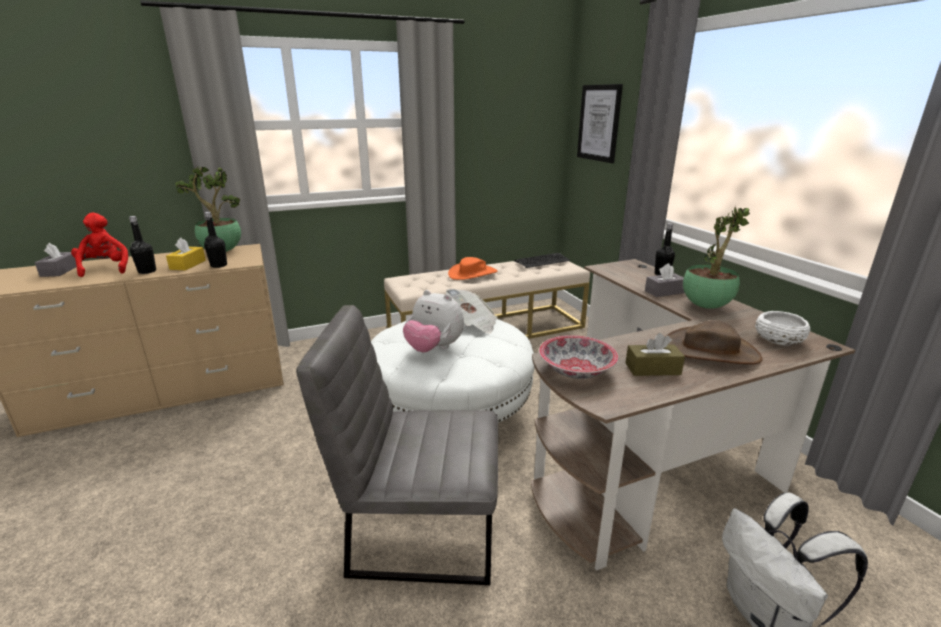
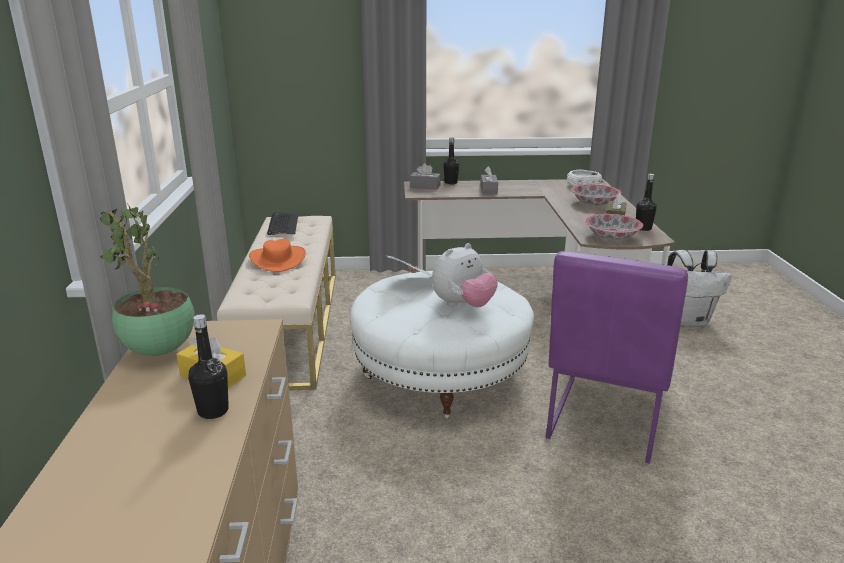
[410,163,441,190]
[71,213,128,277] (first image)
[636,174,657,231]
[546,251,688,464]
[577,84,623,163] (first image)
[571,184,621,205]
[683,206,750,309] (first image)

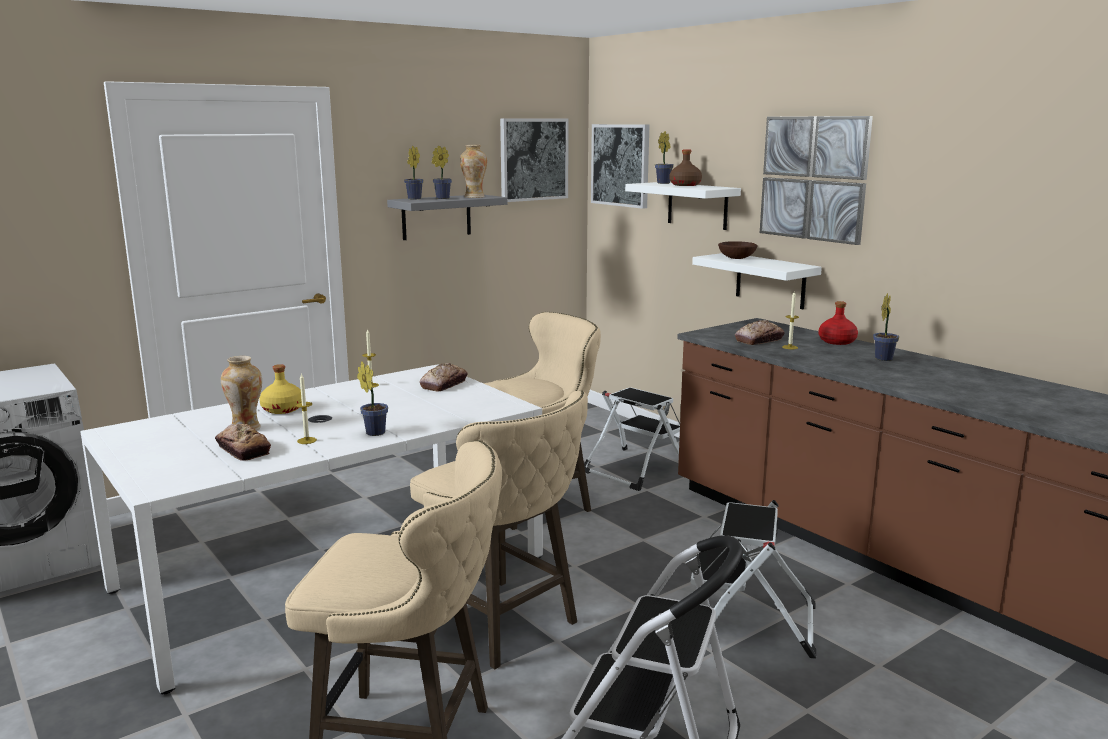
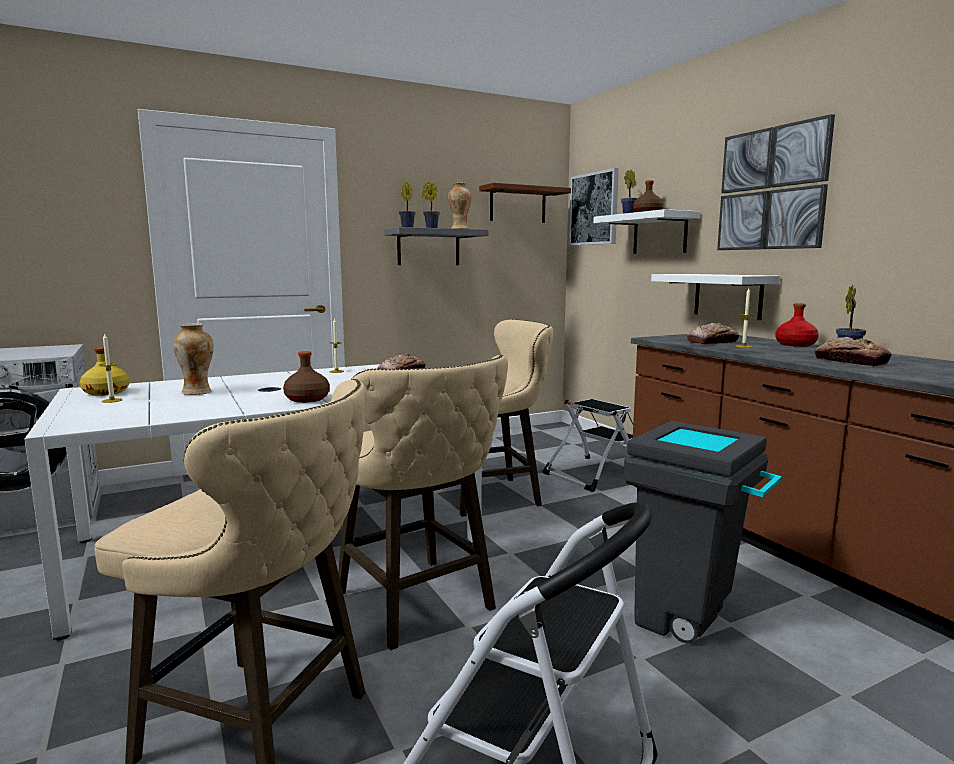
[814,337,892,367]
[80,347,130,396]
[99,333,122,403]
[283,351,330,403]
[479,183,571,223]
[624,421,782,643]
[718,241,758,259] (first image)

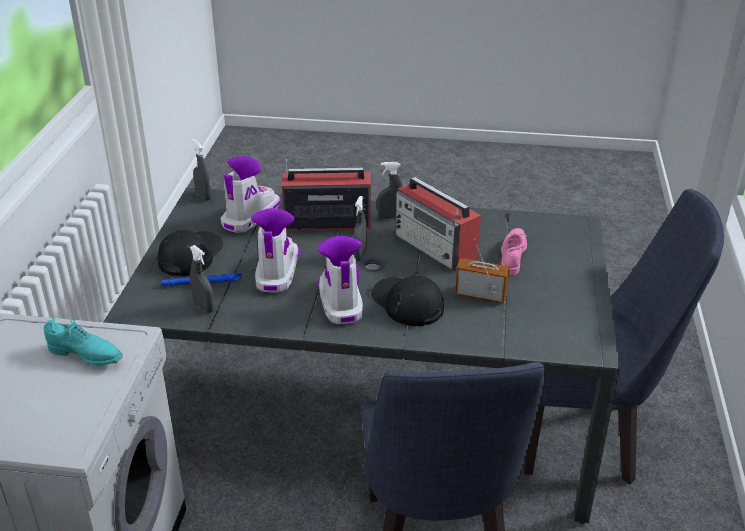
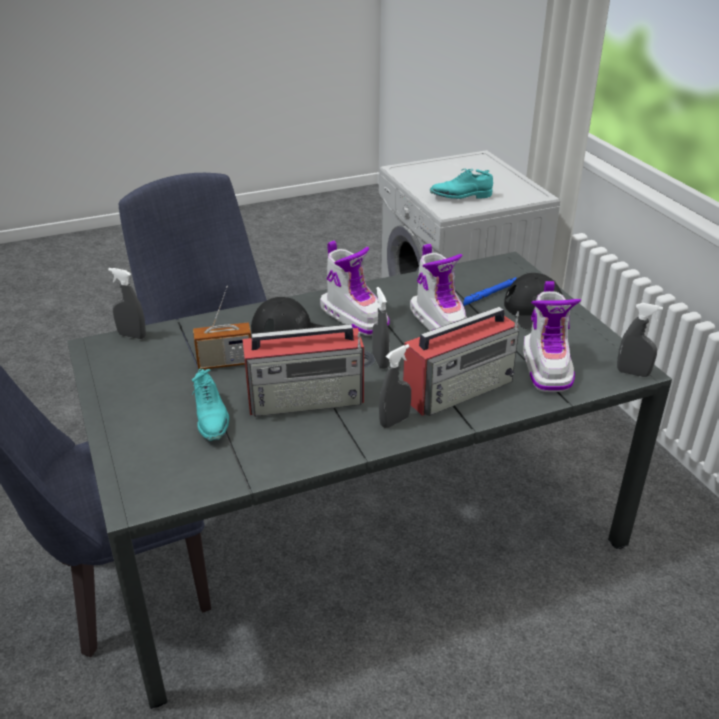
[108,268,146,339]
[242,324,364,417]
[192,369,229,441]

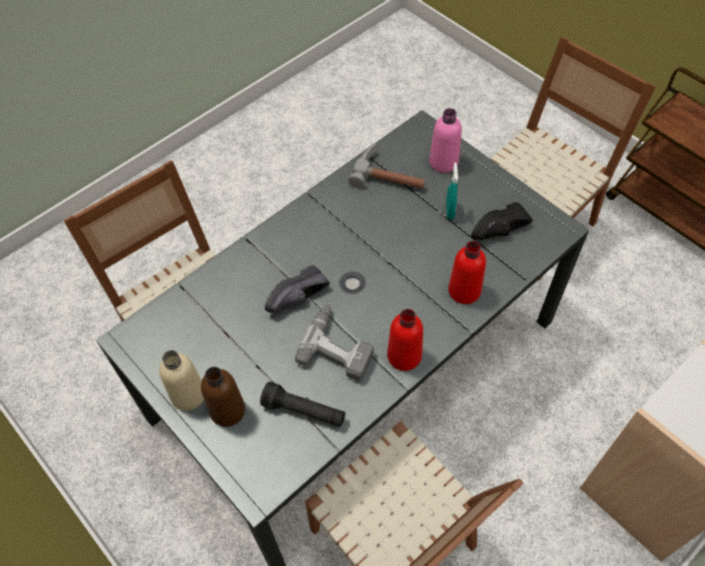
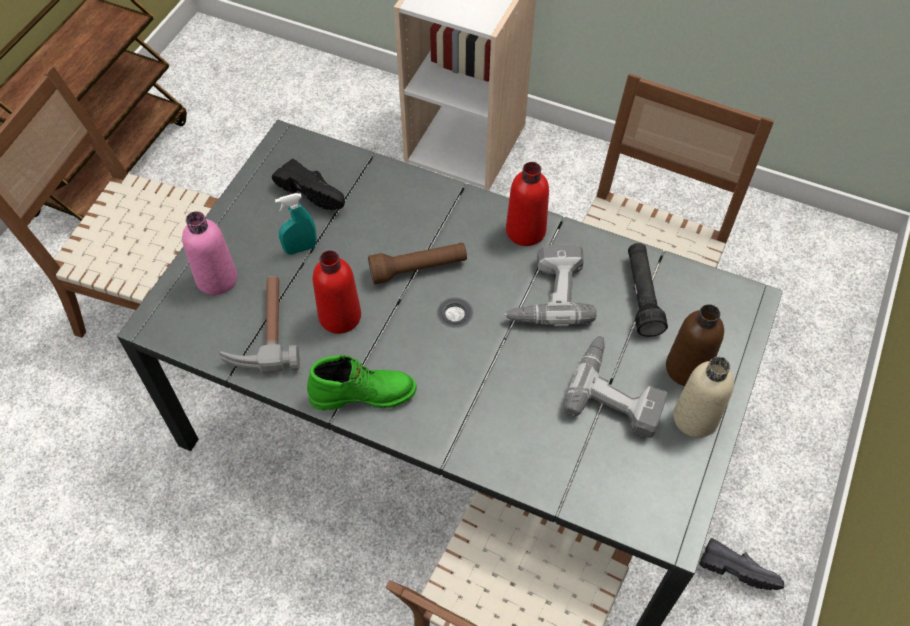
[699,538,784,590]
[313,250,361,334]
[307,355,417,411]
[368,243,467,284]
[564,335,667,438]

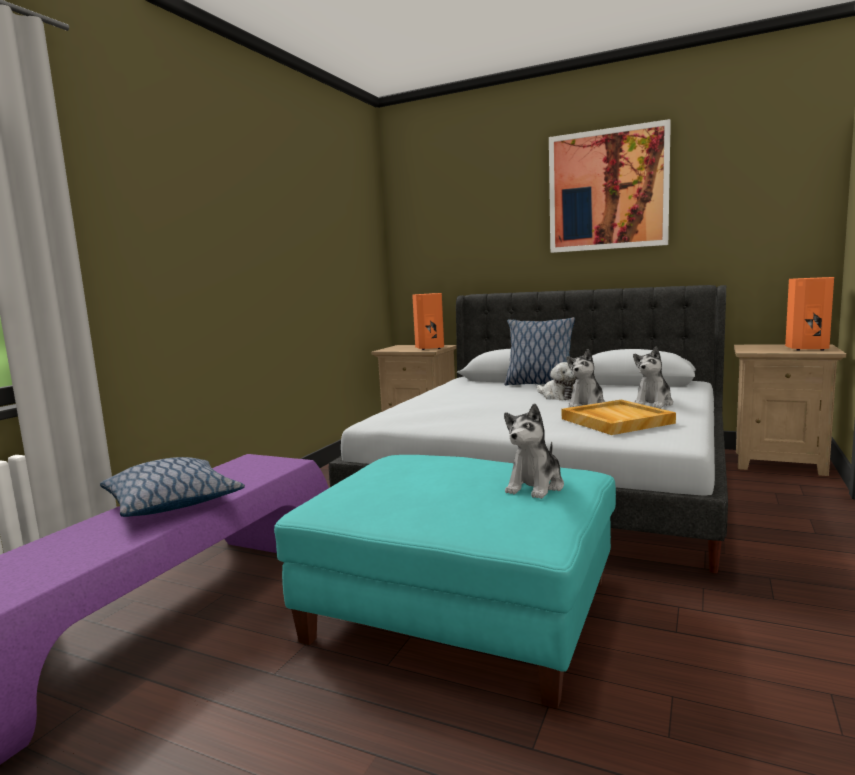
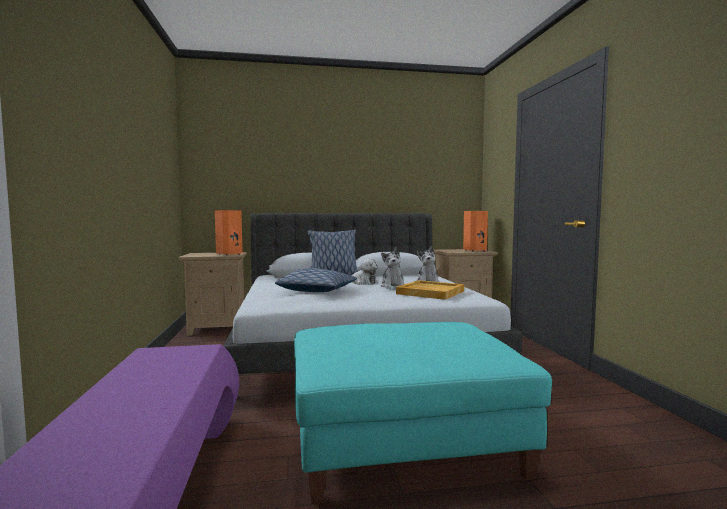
[275,268,357,292]
[504,404,564,499] (first image)
[549,119,671,253] (first image)

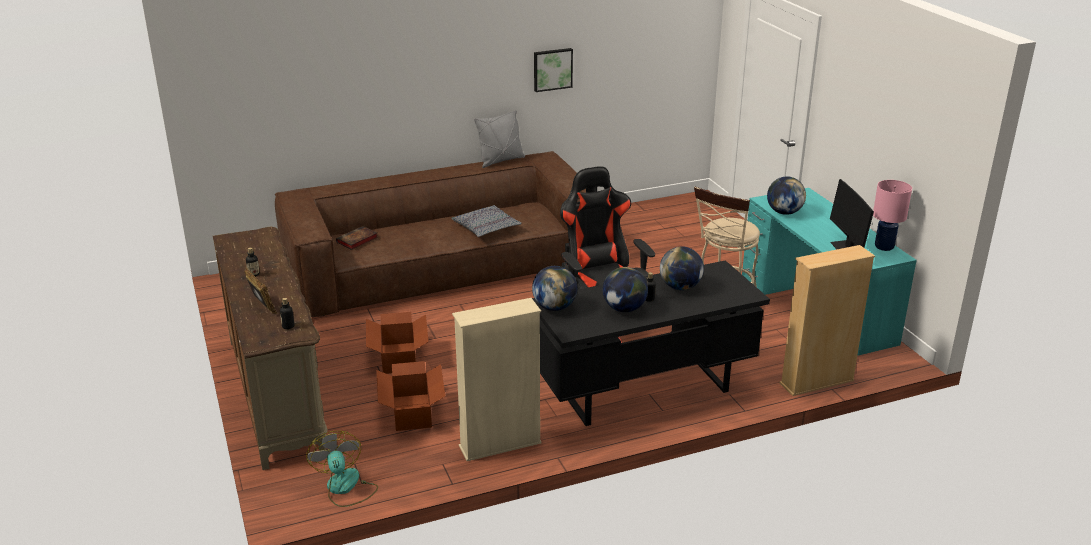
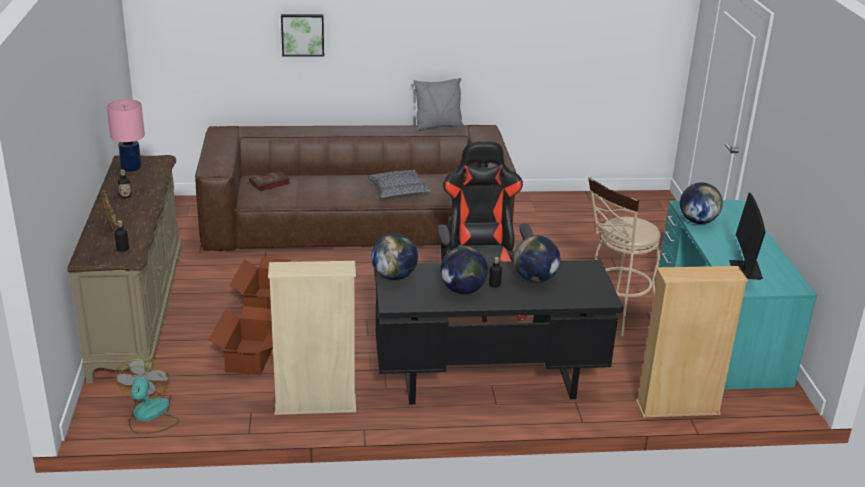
[281,14,324,57]
[107,99,145,172]

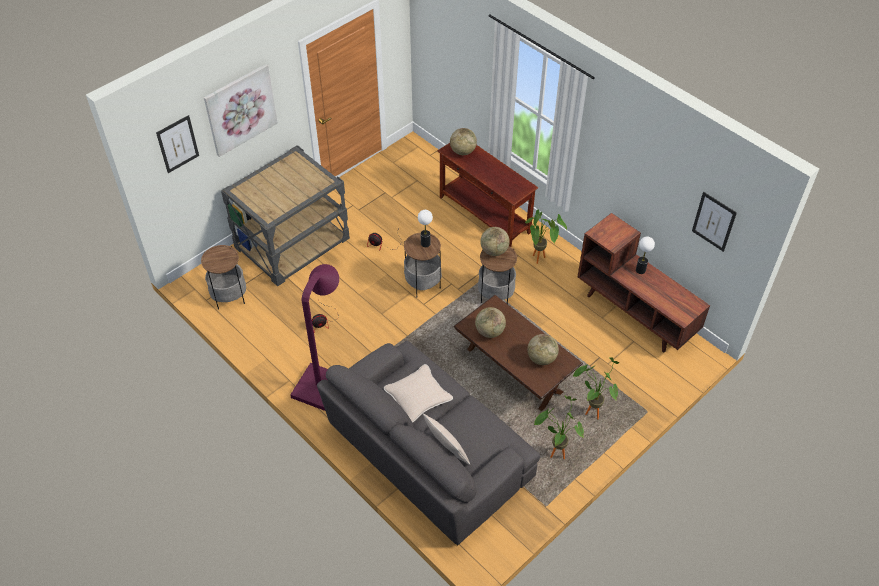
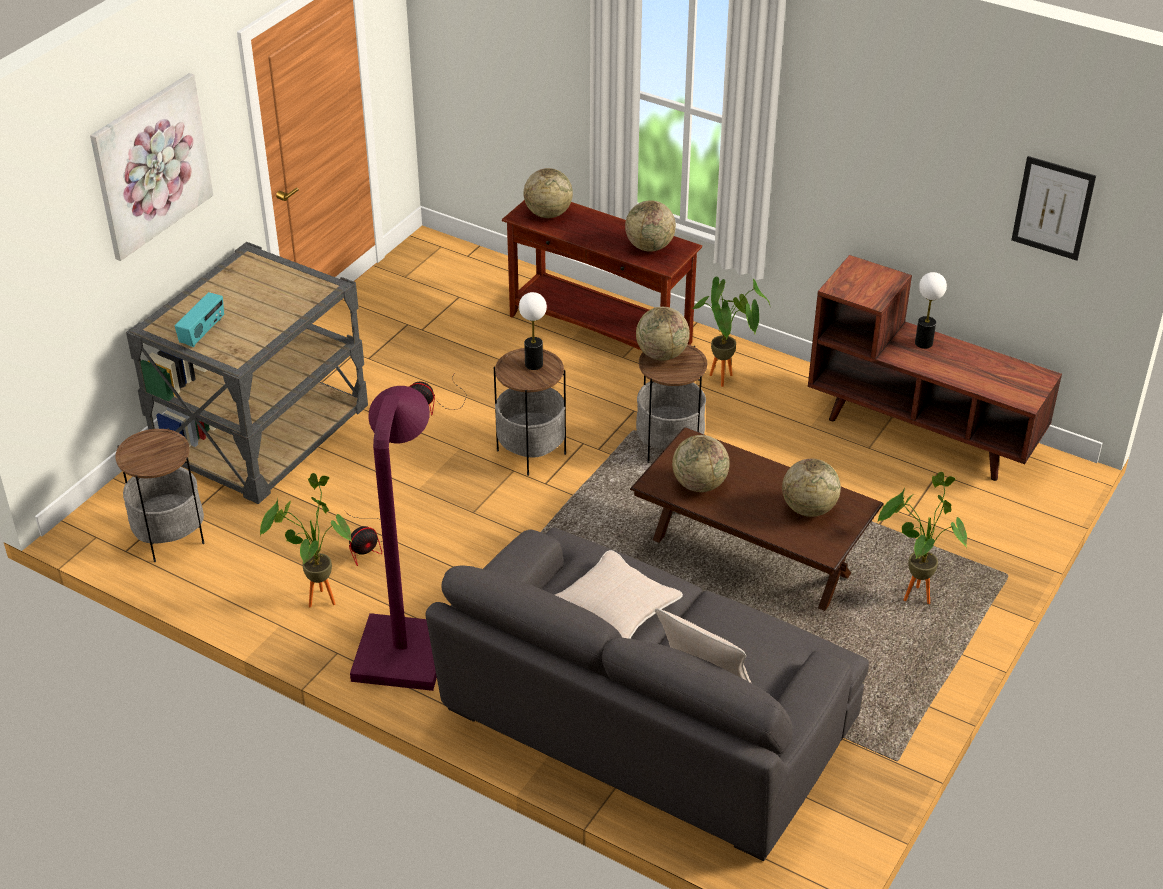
[156,115,199,173] (first image)
[260,473,352,607]
[175,292,224,348]
[625,200,676,252]

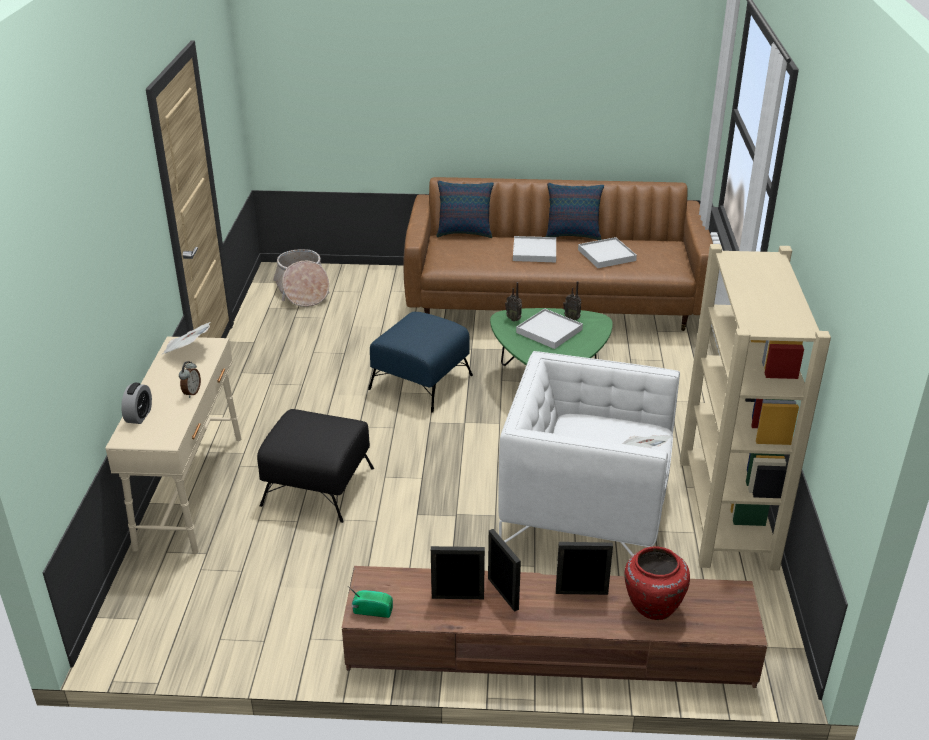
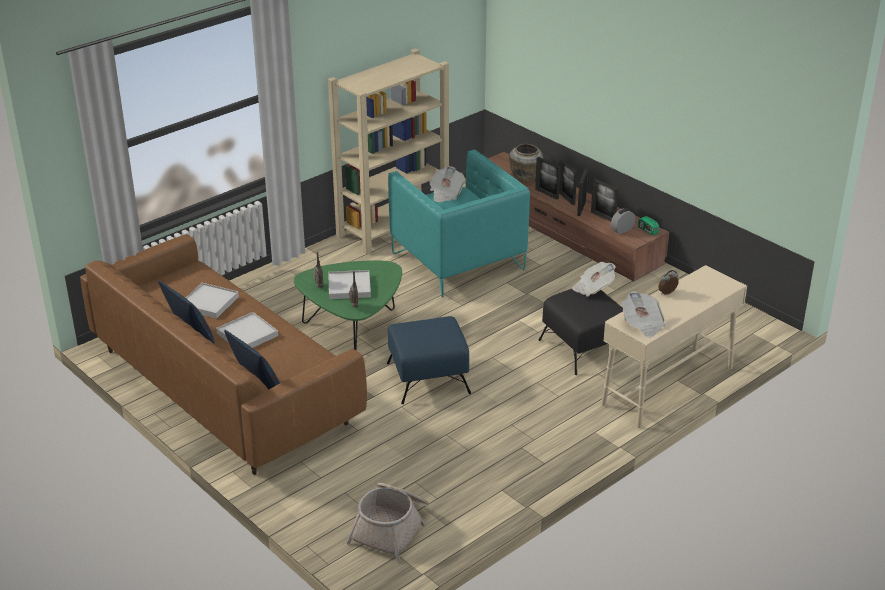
[611,208,635,234]
[388,149,530,297]
[509,144,544,182]
[559,160,577,205]
[572,262,616,297]

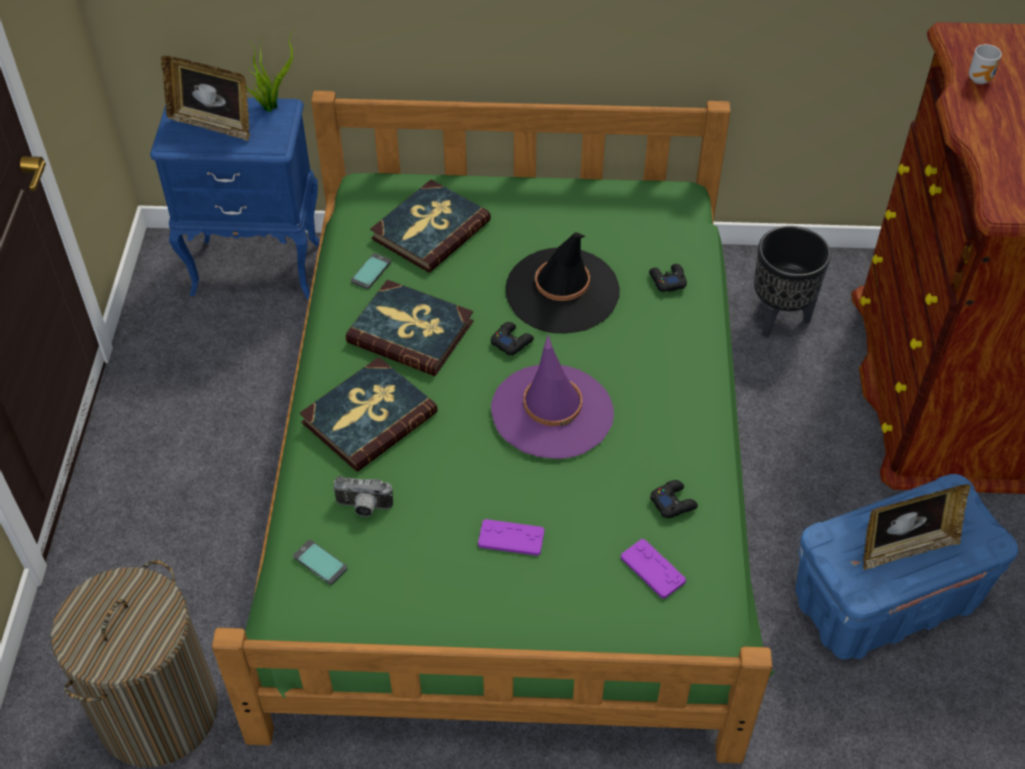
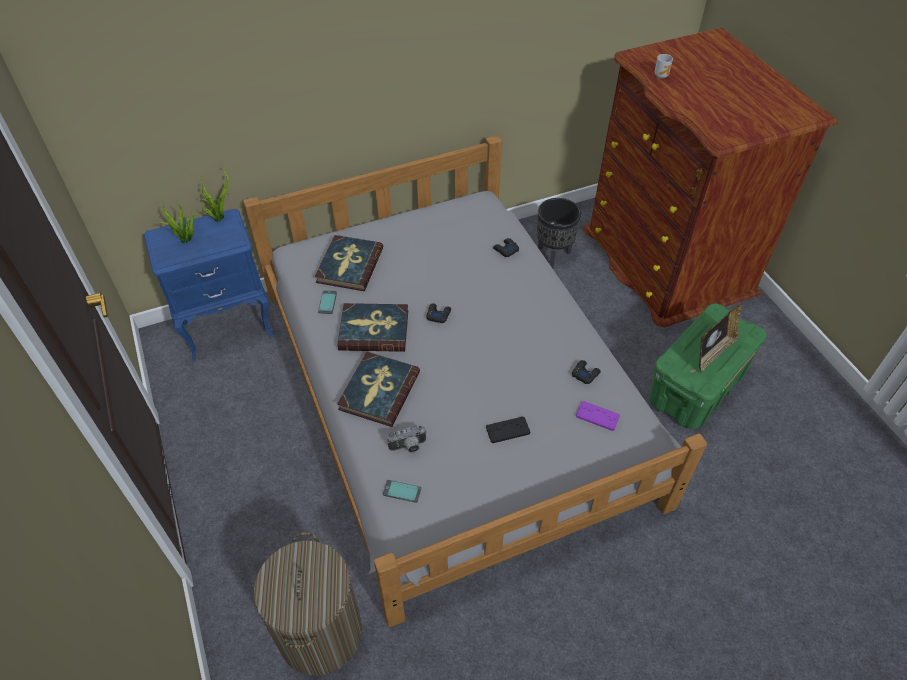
[153,196,199,243]
[243,135,707,627]
[486,417,530,443]
[491,334,614,459] (first image)
[506,232,620,333] (first image)
[649,304,766,429]

